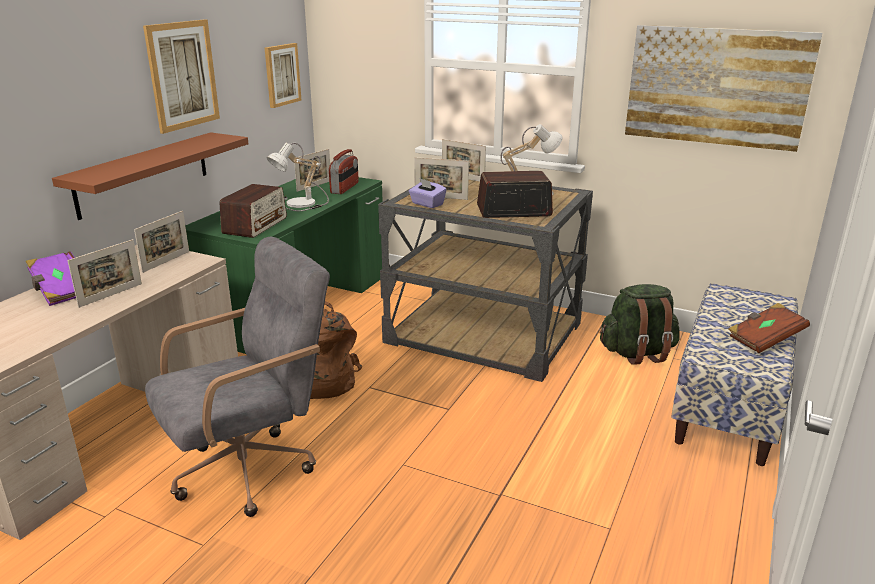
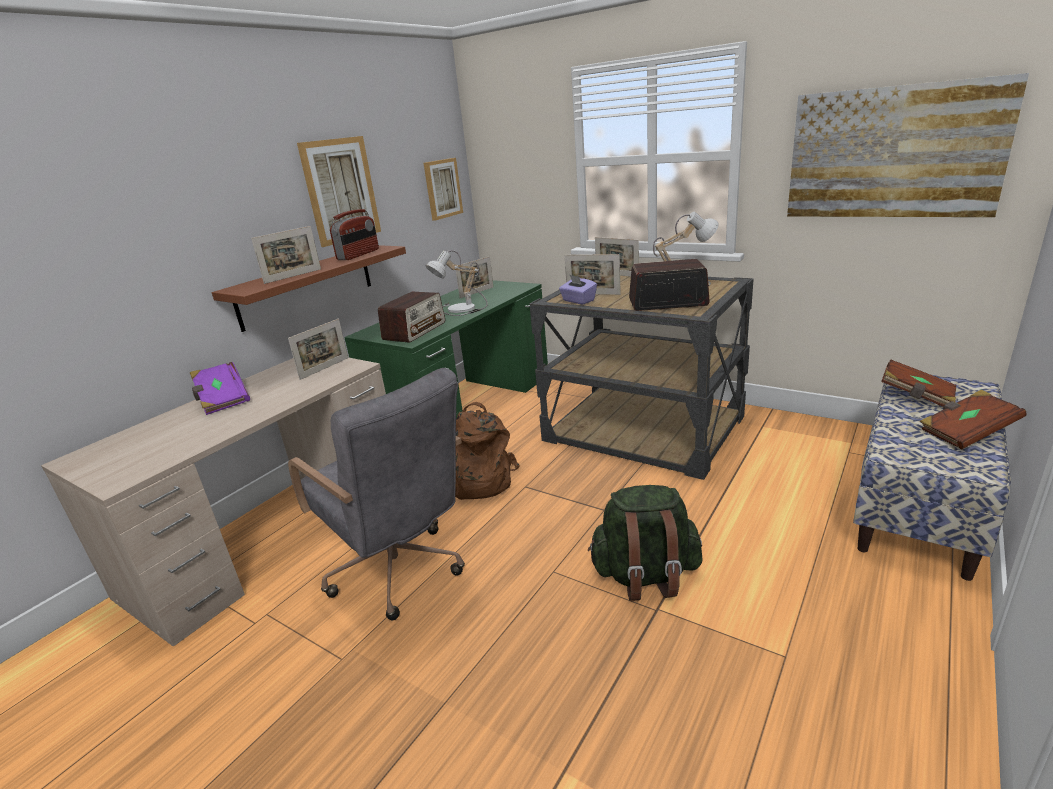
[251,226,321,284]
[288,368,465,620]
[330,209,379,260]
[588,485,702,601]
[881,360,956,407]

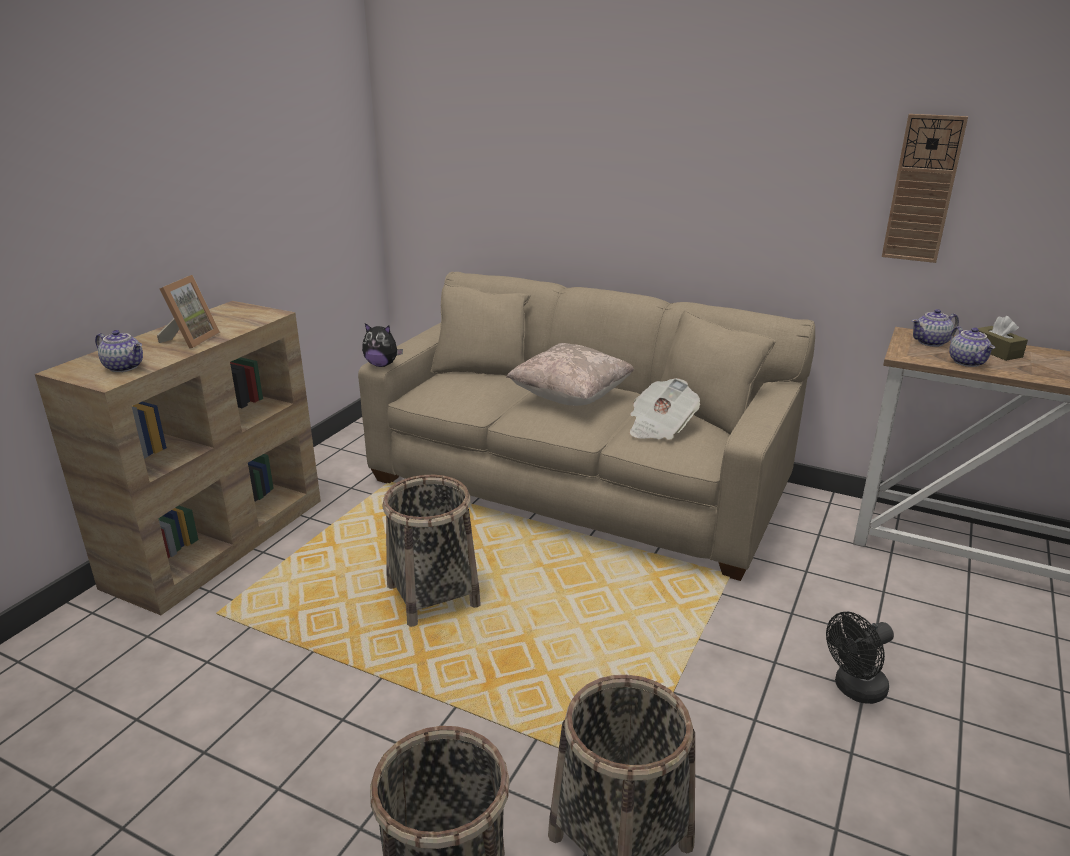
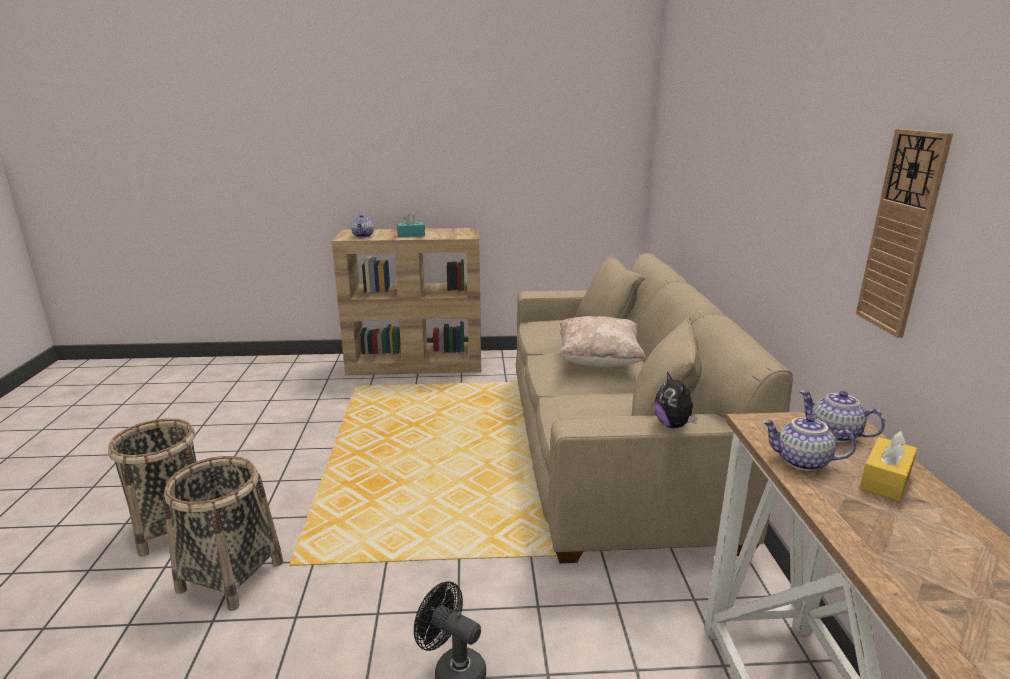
[397,213,425,237]
[654,371,697,428]
[383,475,481,627] (first image)
[630,378,700,440] (first image)
[762,415,856,471]
[860,431,917,501]

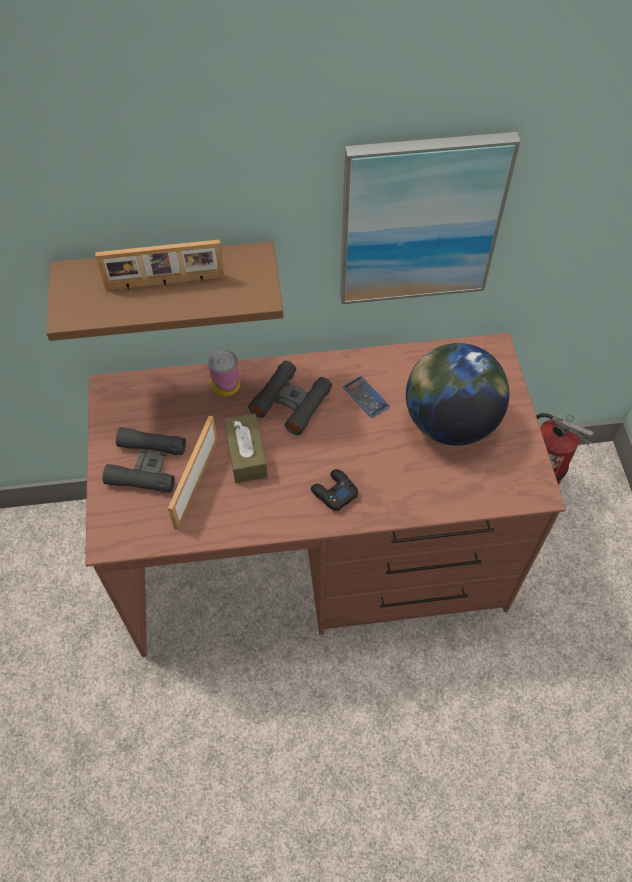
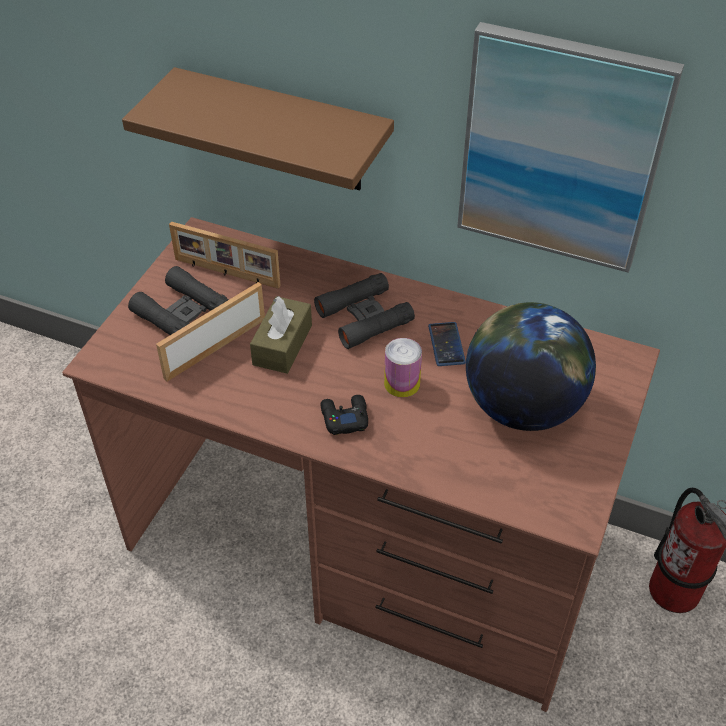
[169,221,281,289]
[384,338,422,398]

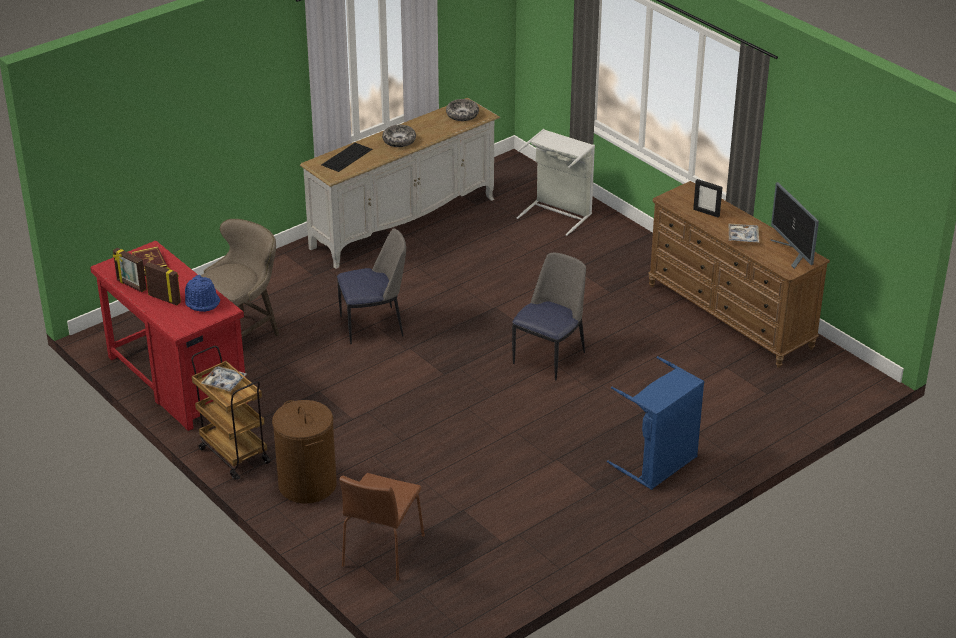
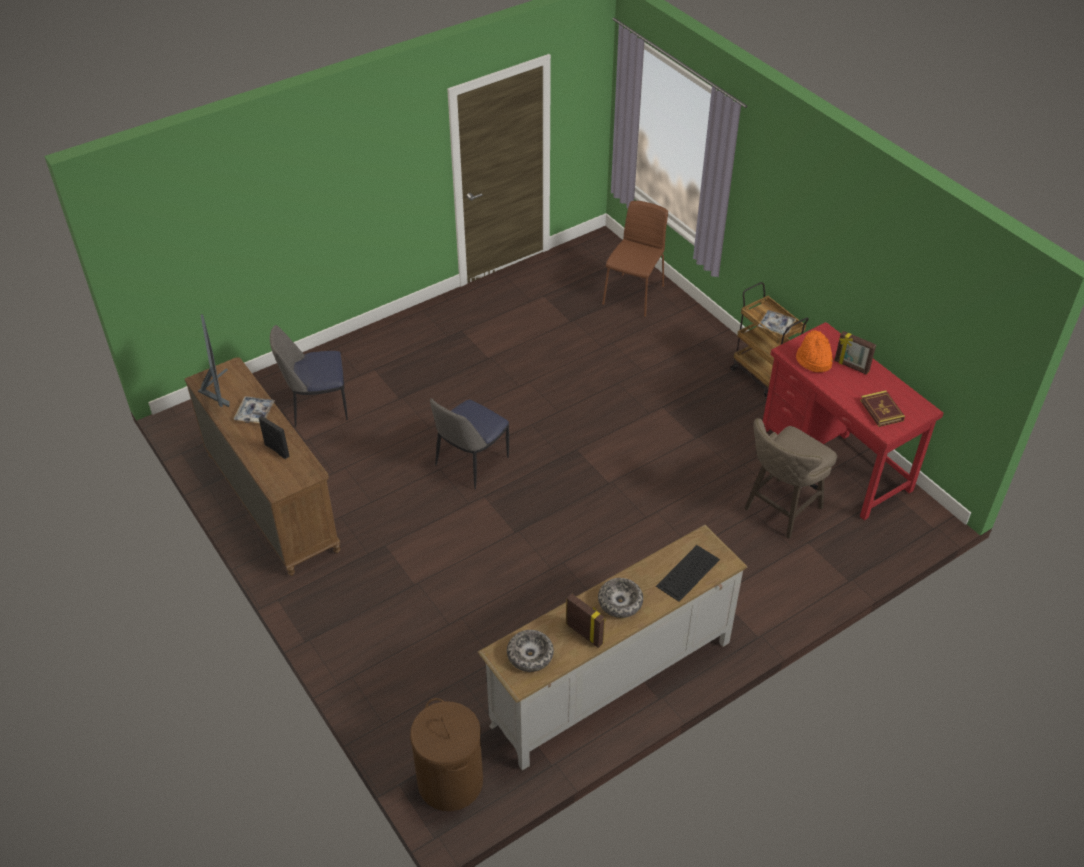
[566,594,606,648]
[796,330,833,372]
[410,698,483,811]
[270,325,348,427]
[517,129,595,236] (first image)
[607,356,704,490] (first image)

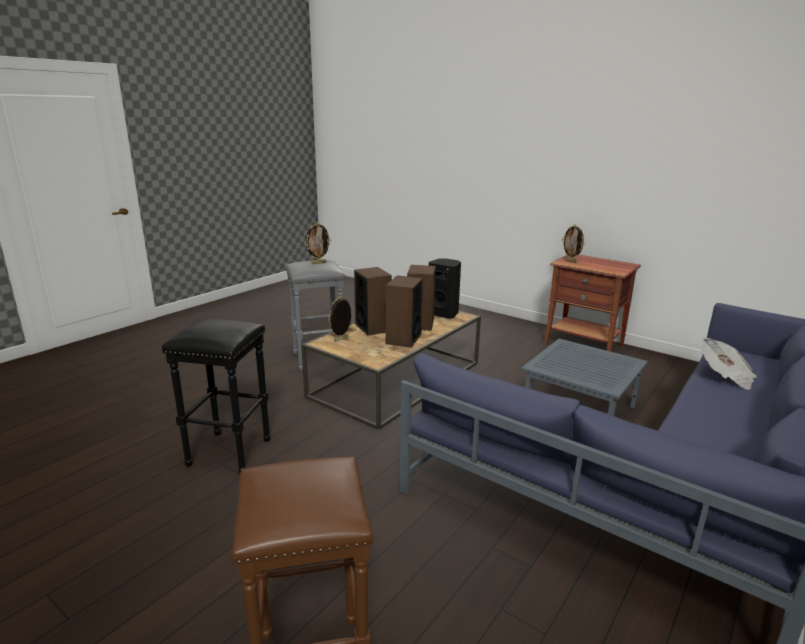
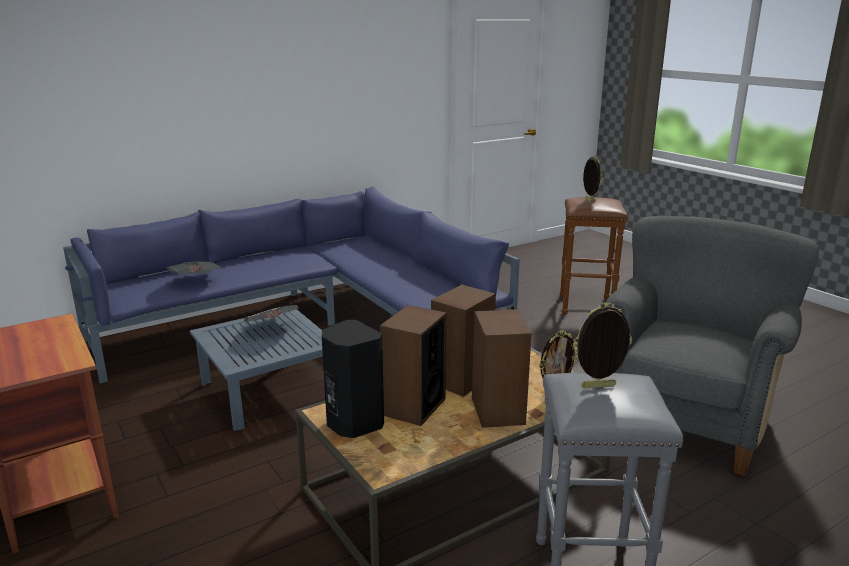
[604,216,819,476]
[583,155,603,203]
[243,305,299,322]

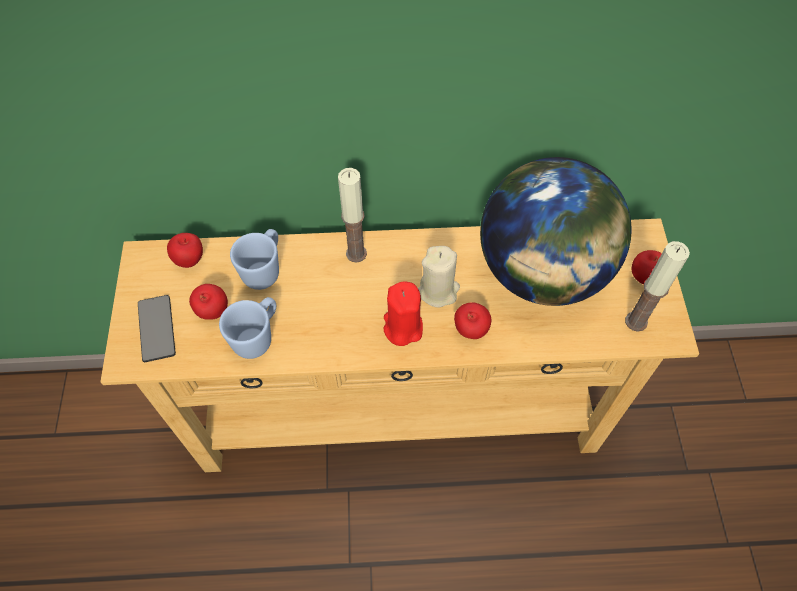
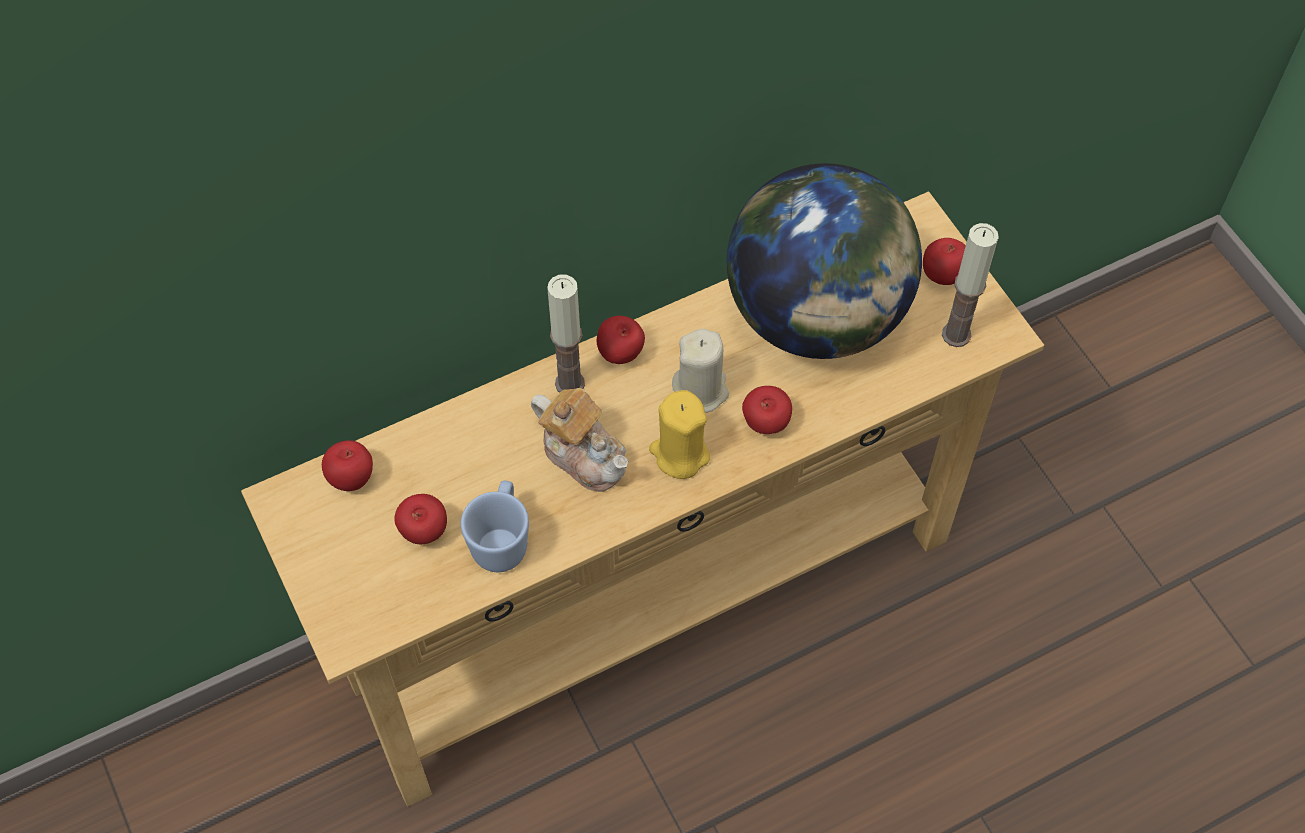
[138,295,176,362] (first image)
[230,229,279,290] (first image)
[649,390,710,479]
[531,388,628,492]
[597,316,645,364]

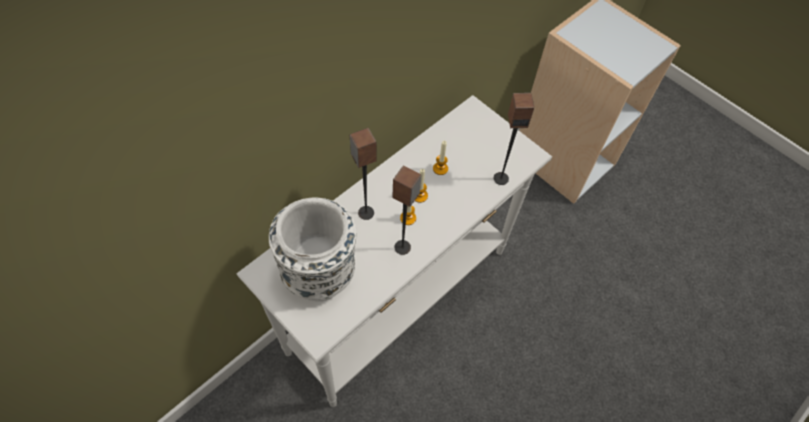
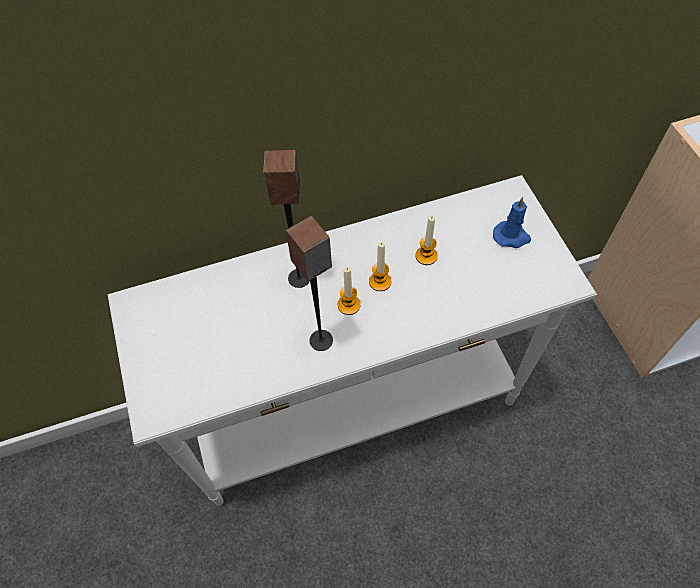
[269,198,356,301] (first image)
[494,93,534,185] (first image)
[493,197,531,248]

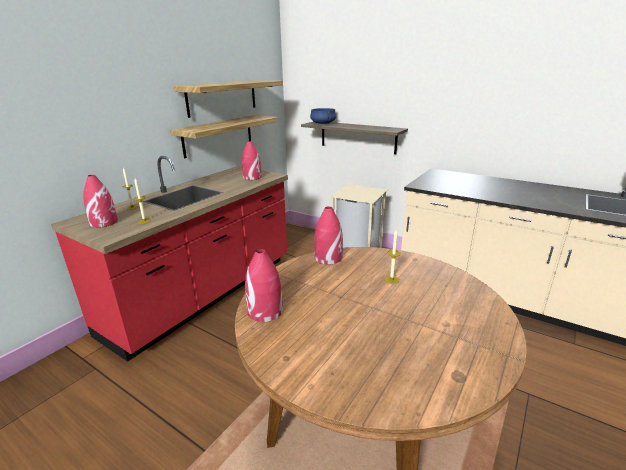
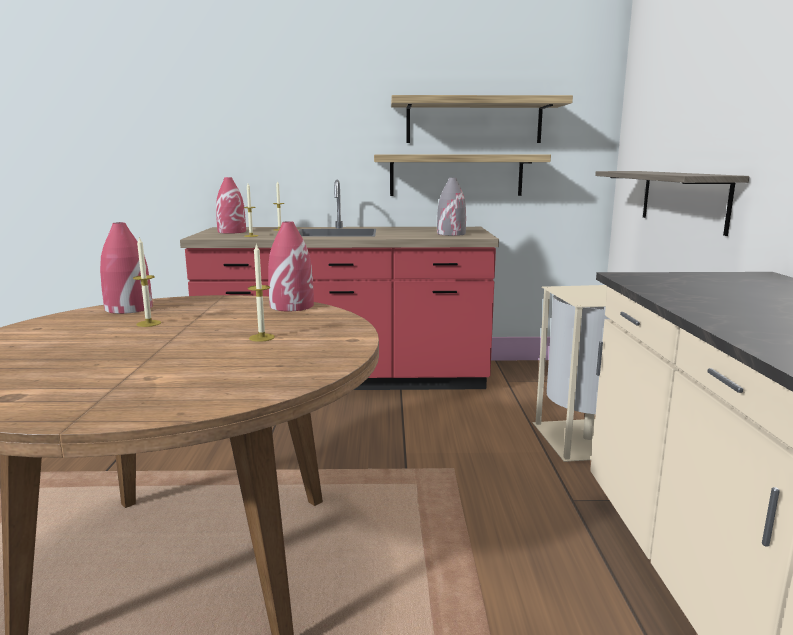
[437,178,466,236]
[310,108,336,124] (first image)
[133,237,161,327]

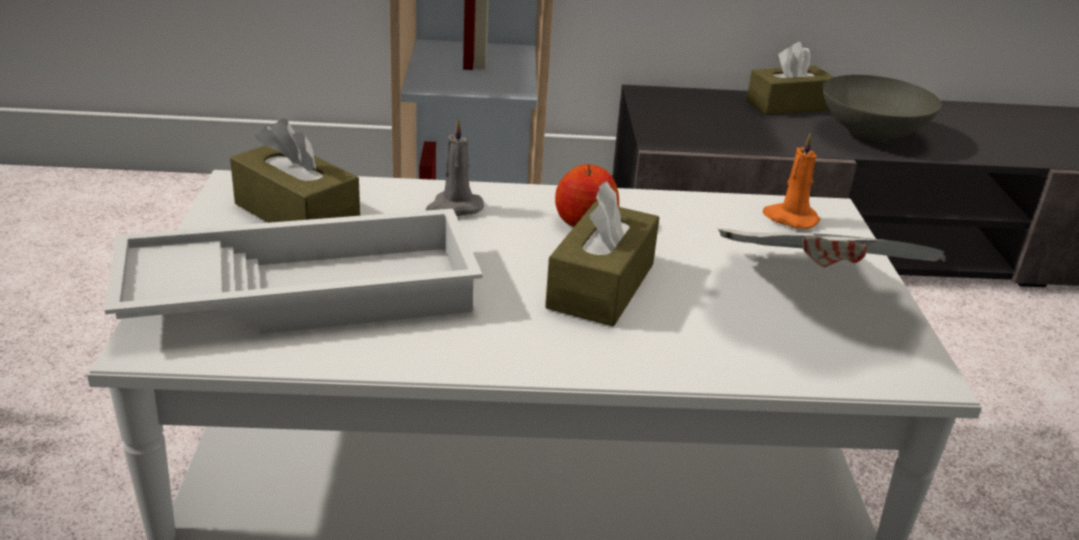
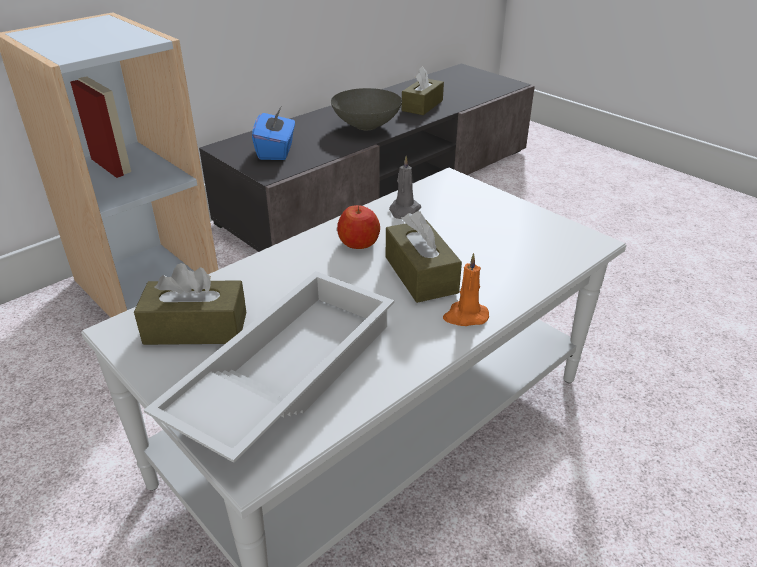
[389,156,421,219]
[719,229,945,268] (first image)
[402,66,444,115]
[443,253,489,326]
[252,107,295,160]

